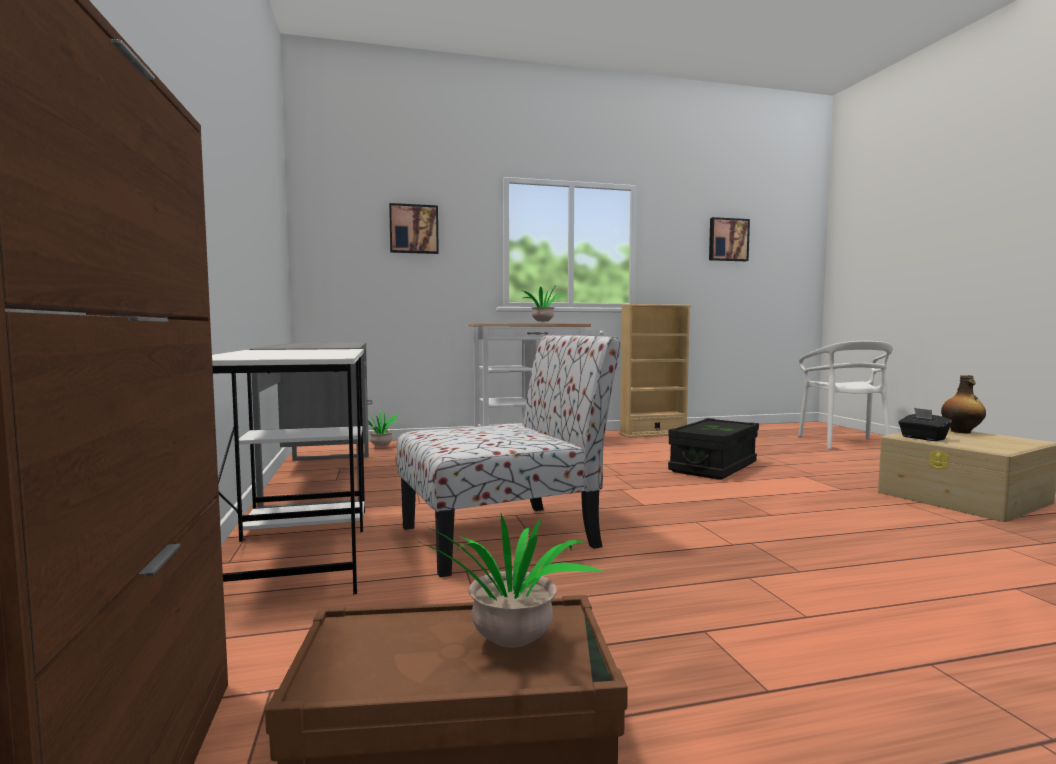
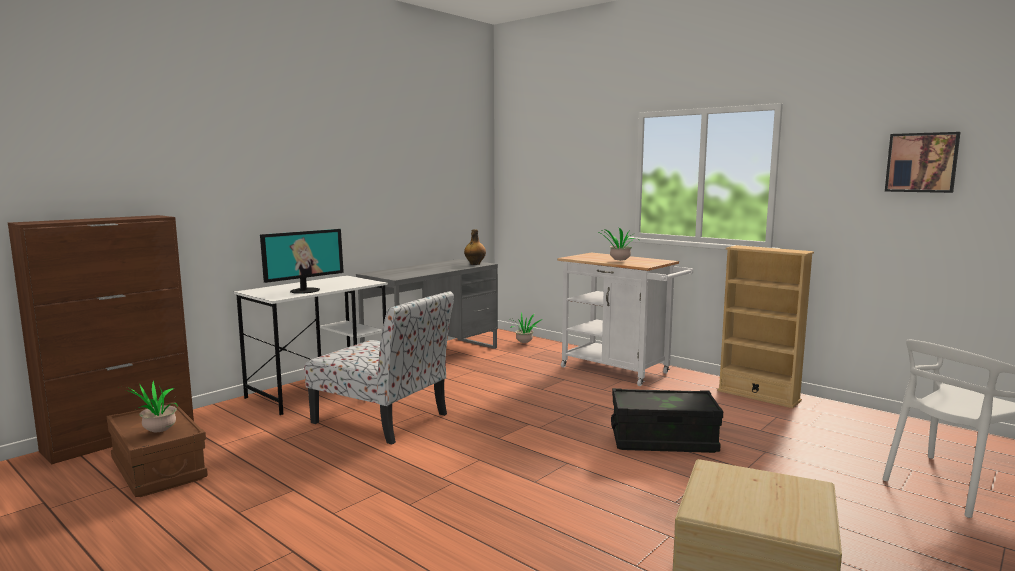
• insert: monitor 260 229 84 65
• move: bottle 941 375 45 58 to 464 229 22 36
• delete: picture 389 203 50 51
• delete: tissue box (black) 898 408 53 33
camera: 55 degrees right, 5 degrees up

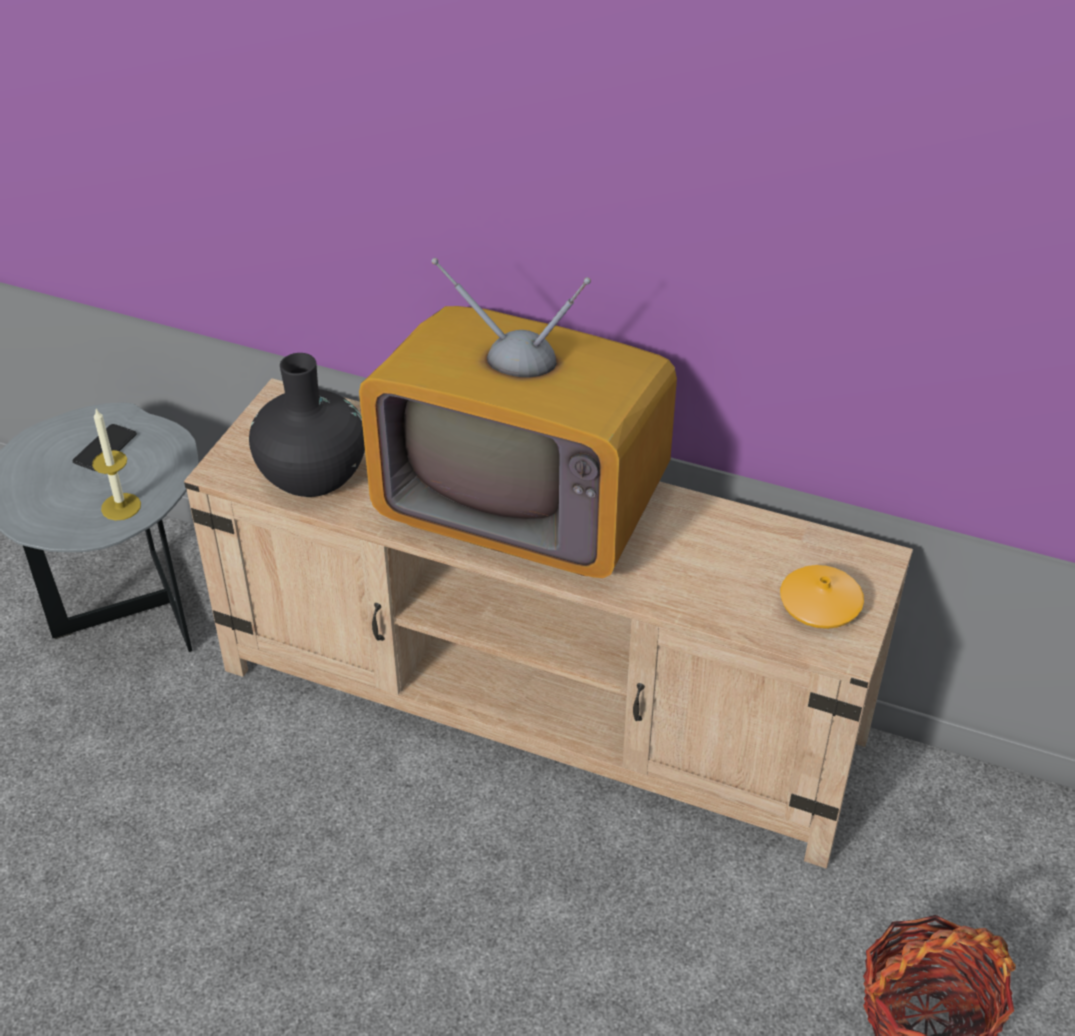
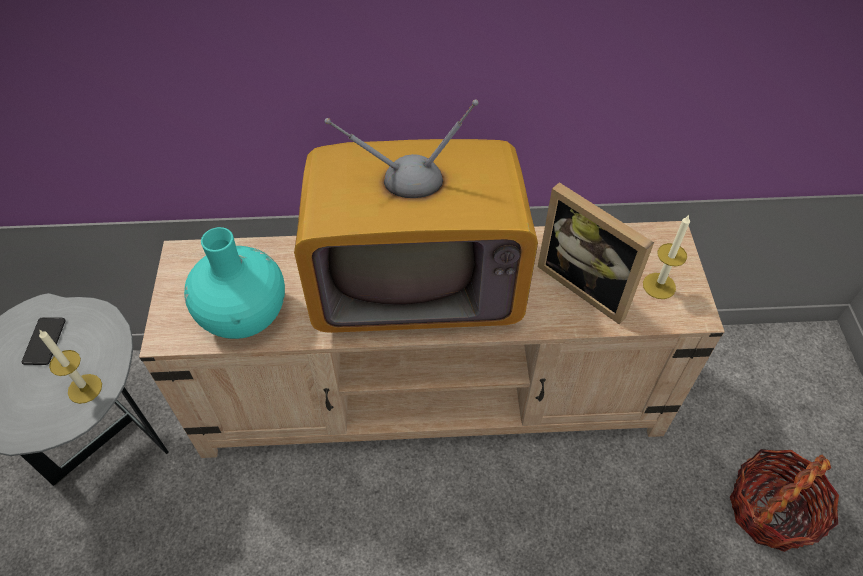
• recolor: vase (black) 249 353 116 144 to vase (turquoise) 184 227 101 112
• insert: picture frame 538 182 116 143
• replace: vase (orange) 780 565 84 64 to candle 643 215 47 84
camera: 25 degrees left, 10 degrees up

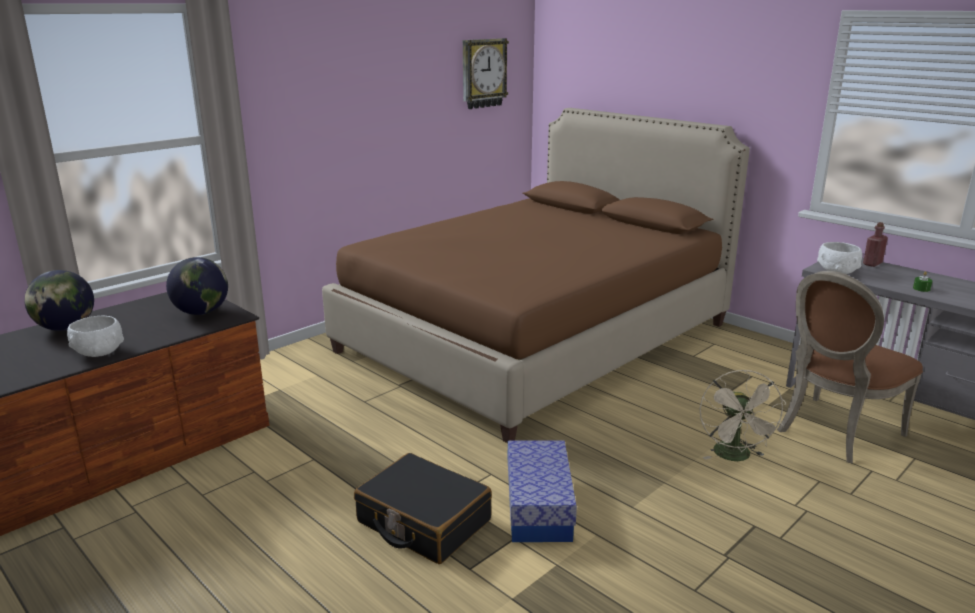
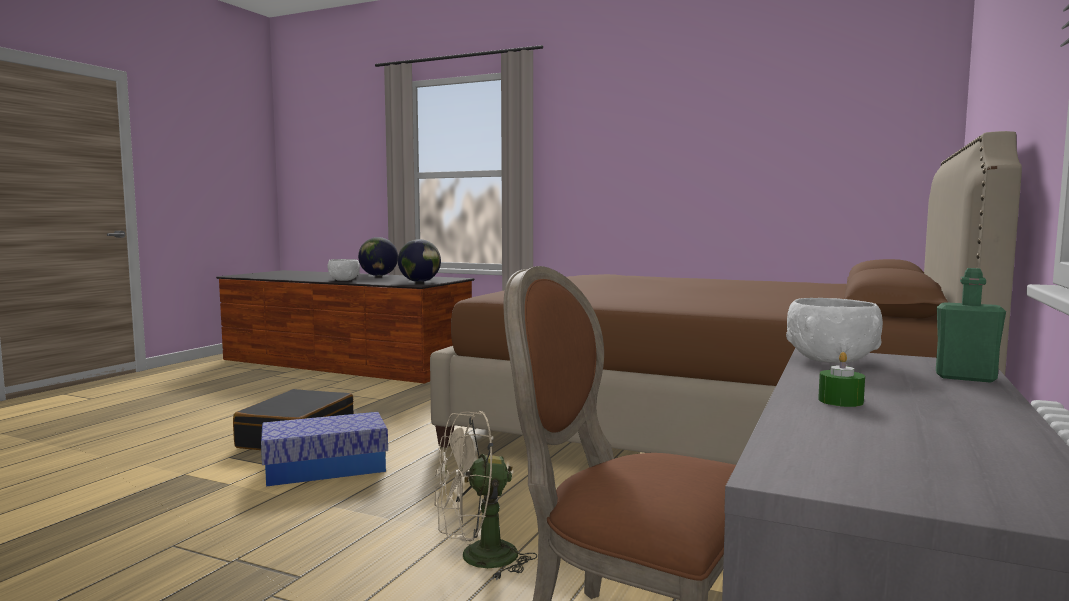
• recolor: bottle (red) 863 222 25 45 to bottle (green) 936 268 70 115
• delete: wall clock 463 38 46 71
camera: 70 degrees right, 15 degrees down

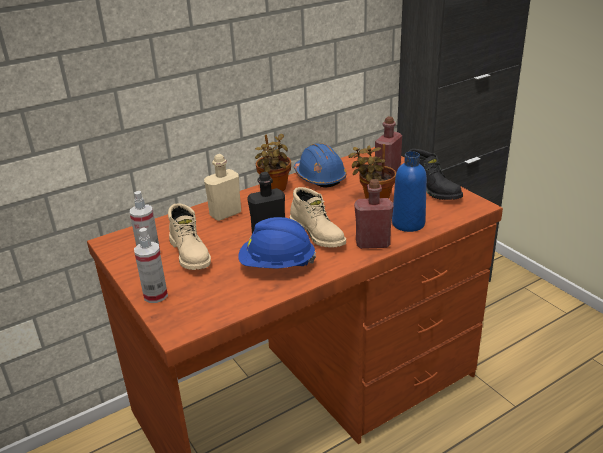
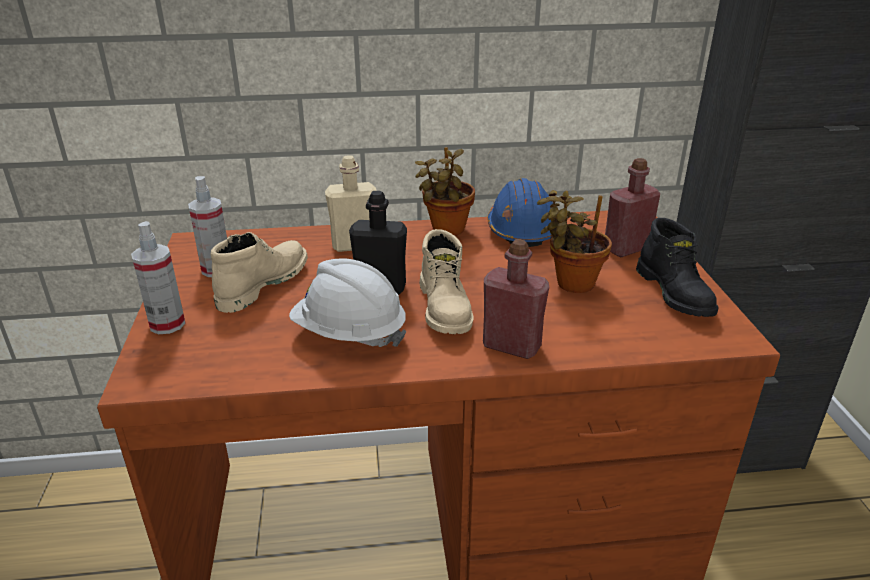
• rotate: boot (beige) 168 203 43 67 = 211 232 97 81 150 degrees counterclockwise
• recolor: hard hat (blue) 238 217 78 52 to hard hat (white) 289 259 118 88
• delete: bottle (blue) 392 151 35 81
camera: 25 degrees right, 0 degrees up

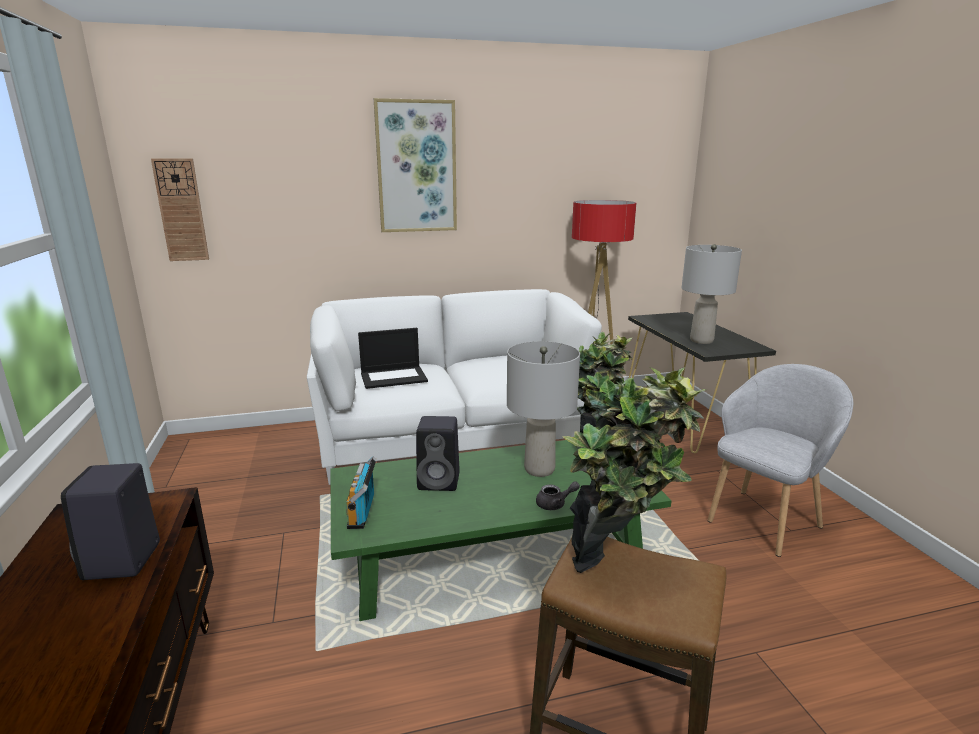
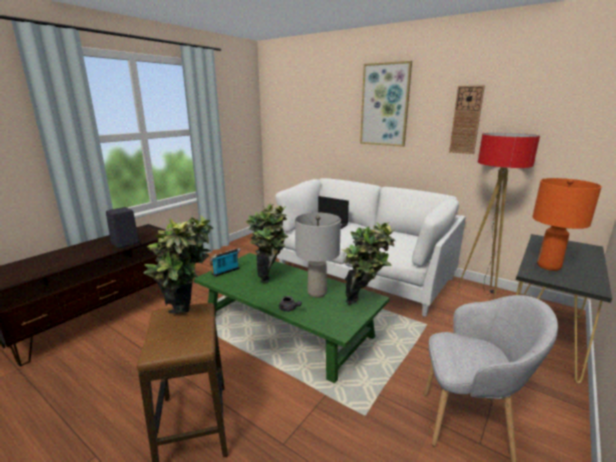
• replace: speaker (black) 416 416 44 75 to potted plant 246 204 42 79
• move: wall clock 151 158 58 103 to 449 85 36 69
• recolor: table lamp (grey) 682 244 60 100 to table lamp (orange) 532 178 70 93
camera: 50 degrees right, 0 degrees up

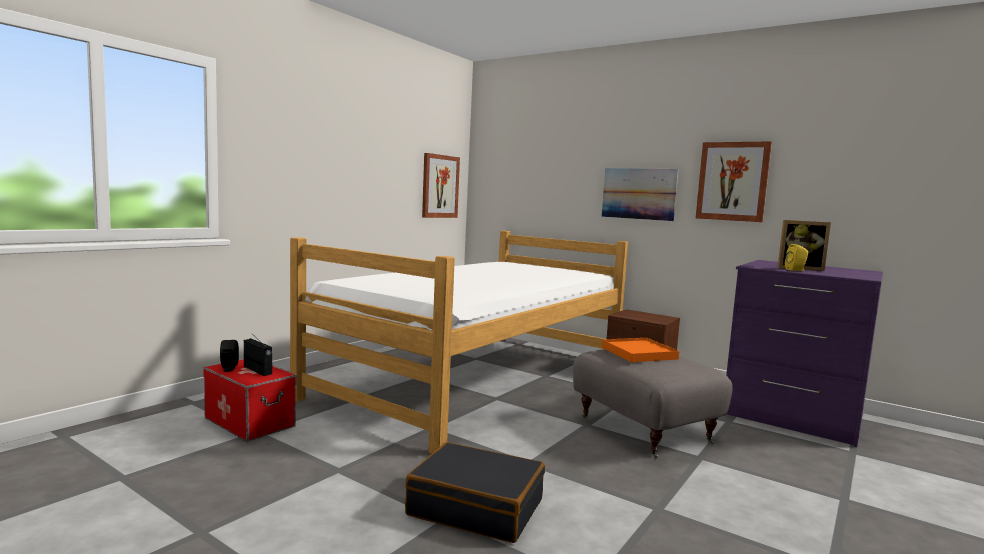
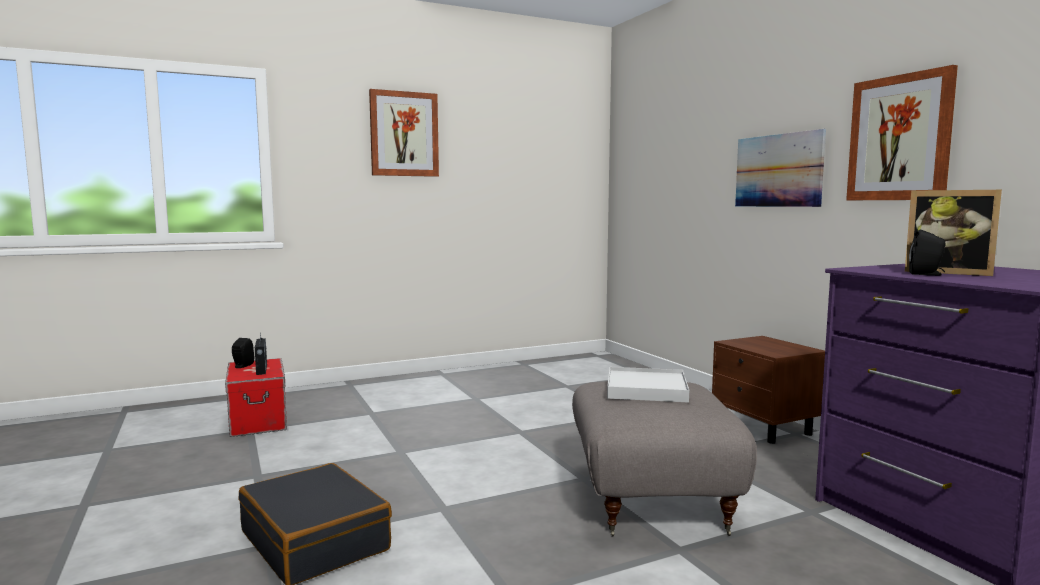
• move: picture 422 153 38 65 to 369 89 70 88
• recolor: tray (orange) 602 338 77 24 to tray (white) 607 367 82 36
• recolor: speaker (yellow) 785 244 23 27 to speaker (black) 909 229 37 46
• delete: bed 290 231 338 223
camera: 30 degrees right, 0 degrees up

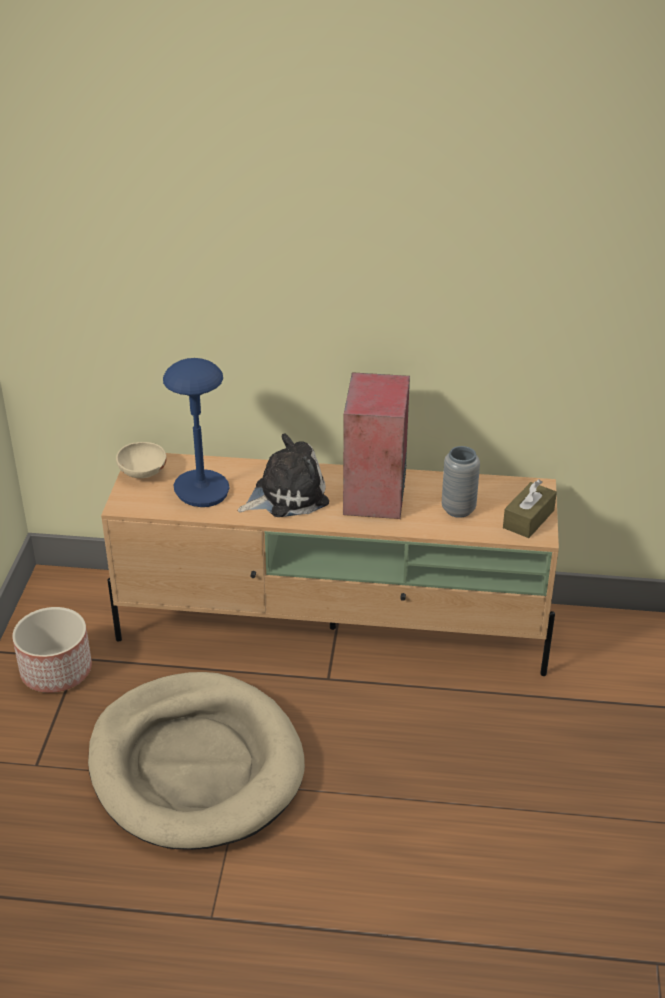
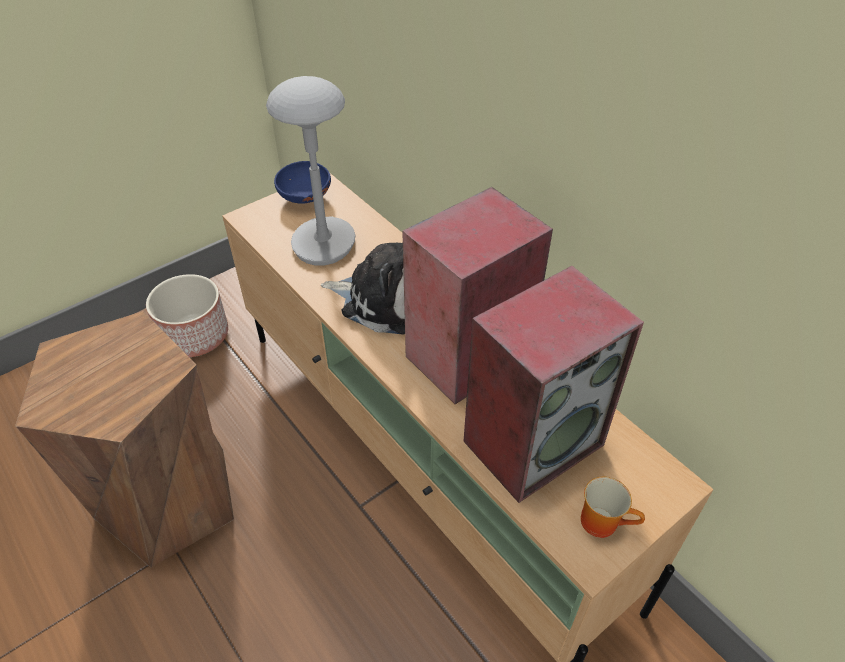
• replace: dog bed (beige) 88 672 217 178 to stool (brown) 15 311 219 257
• recolor: table lamp (blue) 163 358 66 149 to table lamp (grey) 266 76 90 190
• recolor: bowl (beige) 116 442 51 36 to bowl (blue) 274 161 57 43
• replace: vase (grey) 442 446 38 72 to speaker 463 266 181 237
• replace: tissue box (brown) 503 479 54 59 to mug 581 477 64 61
camera: 45 degrees right, 10 degrees up

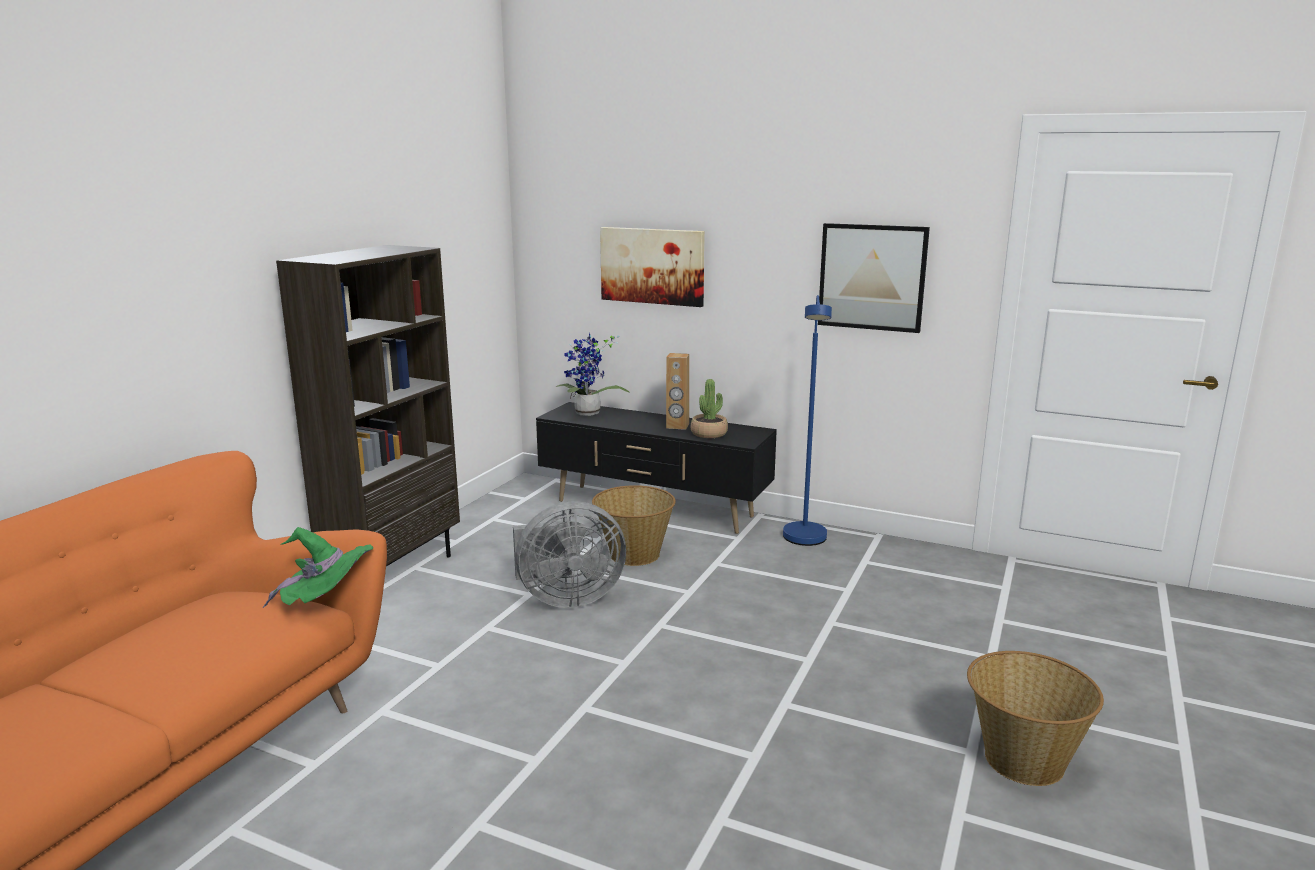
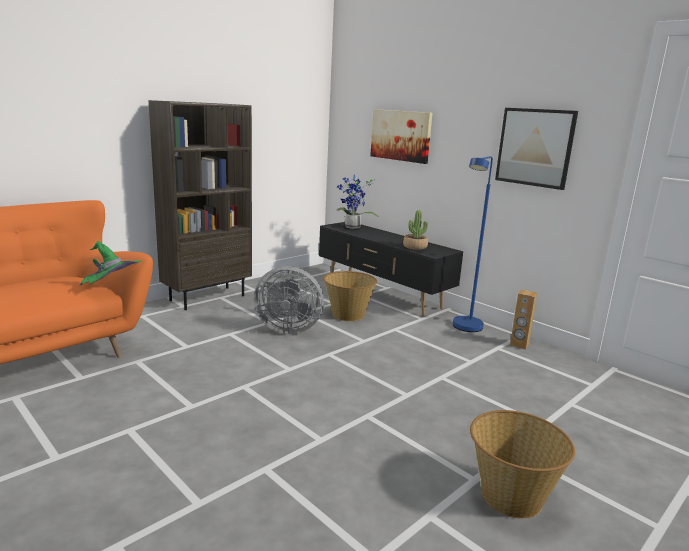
• move: speaker (brown) 666 353 23 77 to 510 290 27 60
camera: 20 degrees right, 0 degrees up

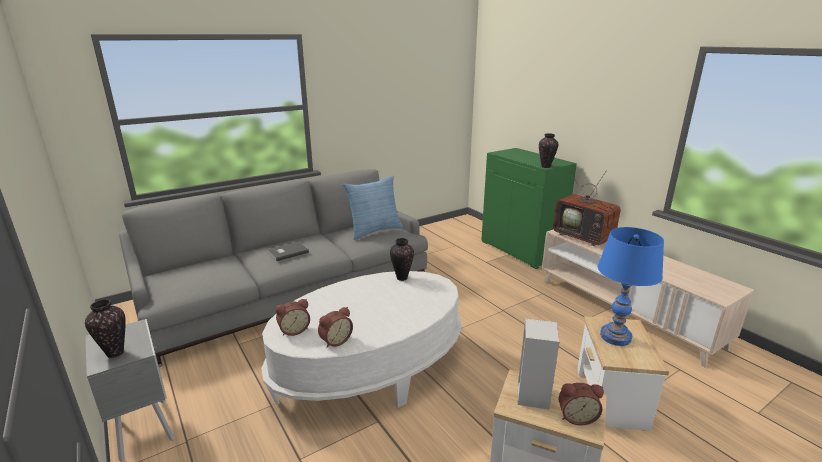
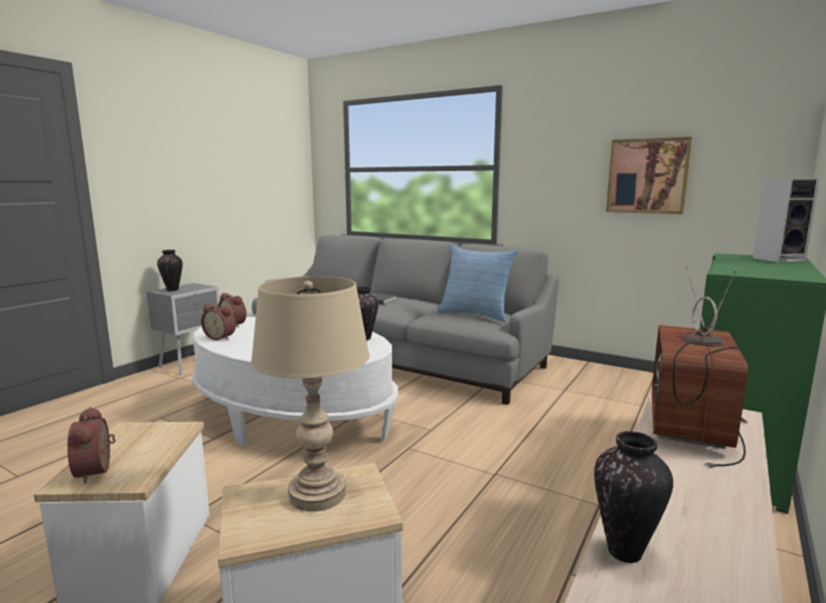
• recolor: table lamp (blue) 598 227 66 119 to table lamp (beige) 251 276 119 236
• move: vase 539 133 19 35 to 594 431 79 132
• insert: picture 606 137 86 77
• move: speaker 518 318 41 92 to 753 178 67 84
camera: 65 degrees right, 10 degrees down

